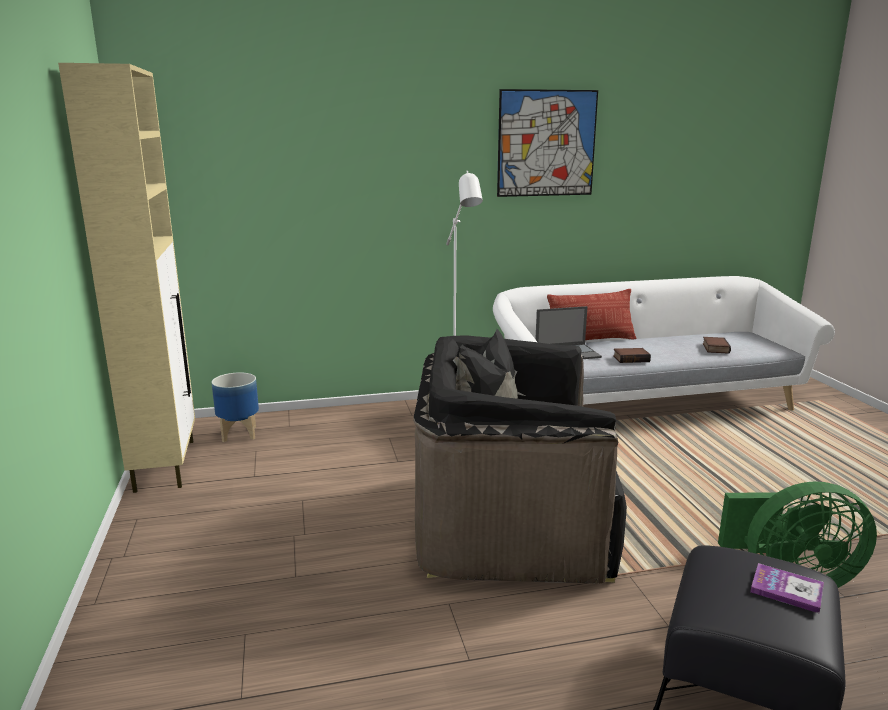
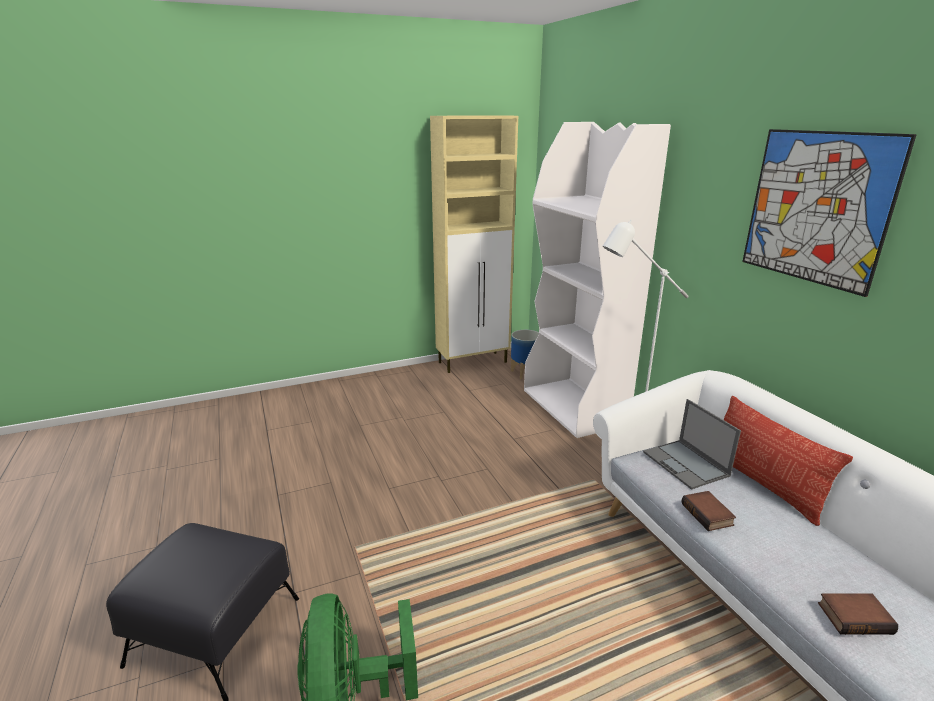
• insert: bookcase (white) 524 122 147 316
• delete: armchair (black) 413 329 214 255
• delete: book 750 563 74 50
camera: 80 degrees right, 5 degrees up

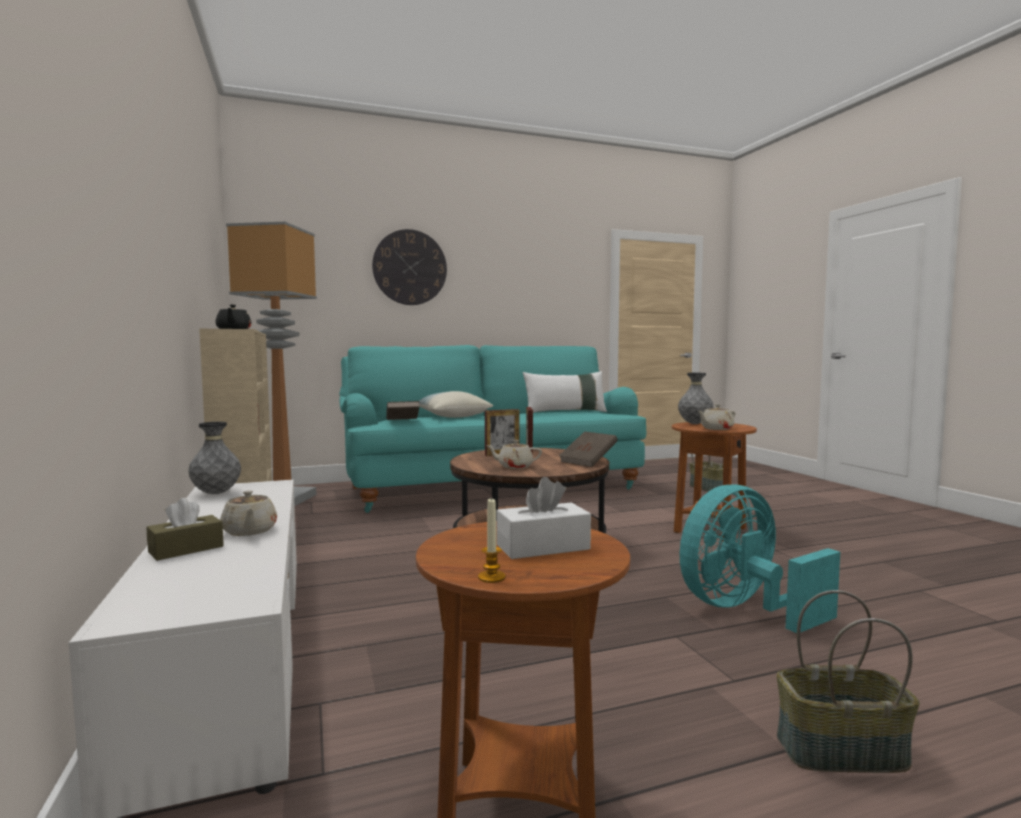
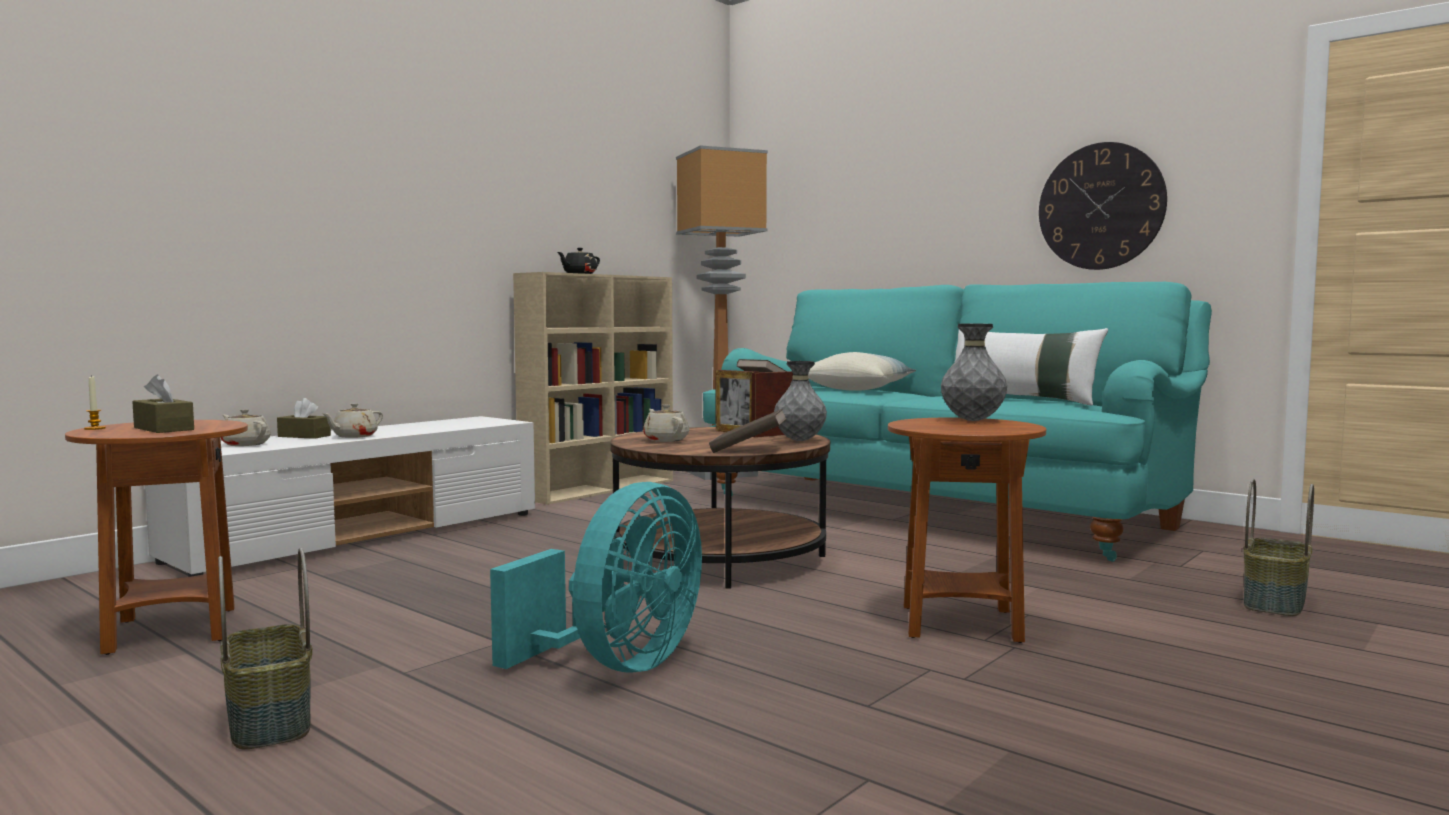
• recolor: tissue box (white) 497 477 94 82 to tissue box (brown) 132 374 62 59
• move: teapot (beige) 698 404 37 26 to 221 409 50 37
• rotate: fan (turquoise) 680 484 160 149 = 490 482 212 191 90 degrees clockwise
• move: vase (grey) 188 422 53 72 to 774 361 53 80
• move: wall clock 372 229 75 76 to 1039 142 128 128
camera: 60 degrees right, 0 degrees up

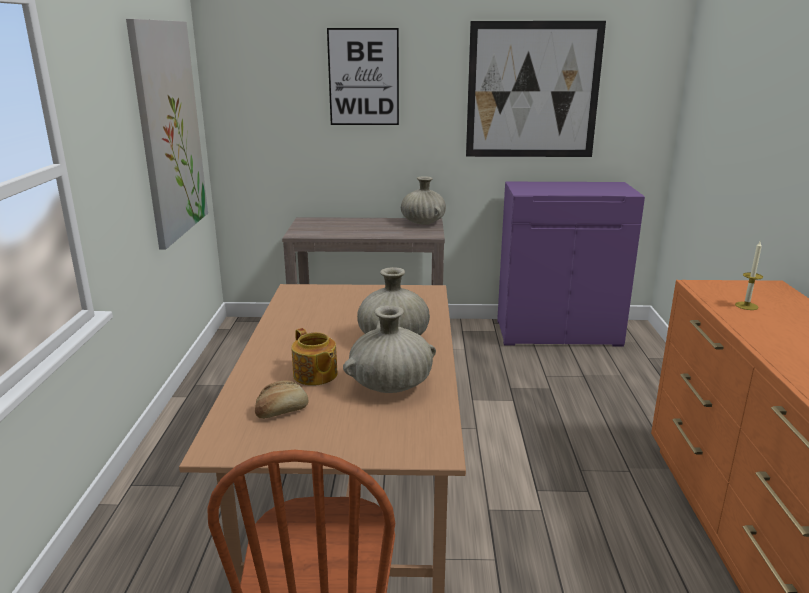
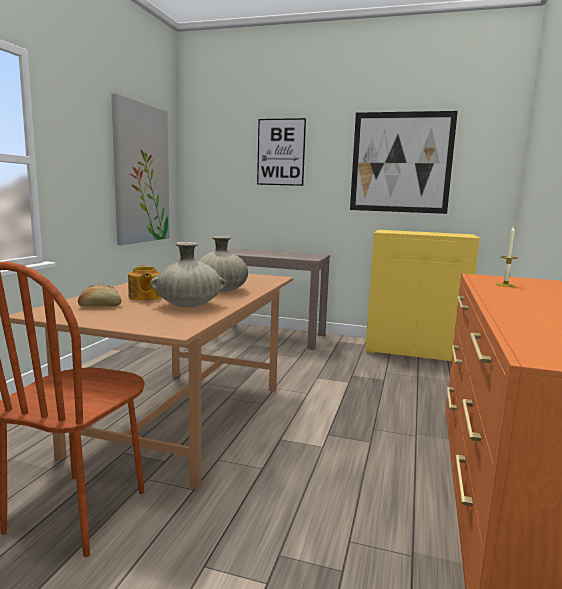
• recolor: cabinet (purple) 497 182 148 165 to cabinet (yellow) 365 230 115 131
• delete: vase (beige) 401 176 45 49
camera: 15 degrees right, 10 degrees down

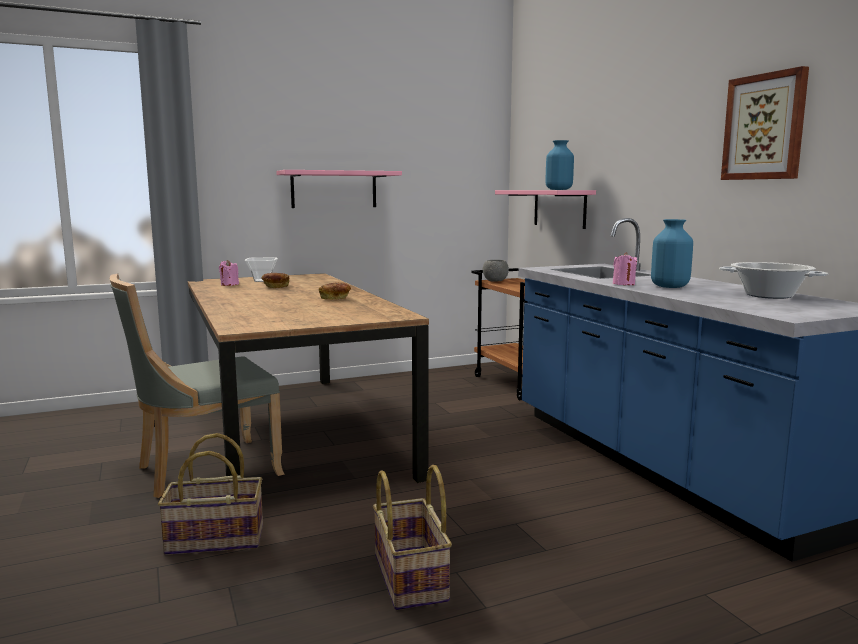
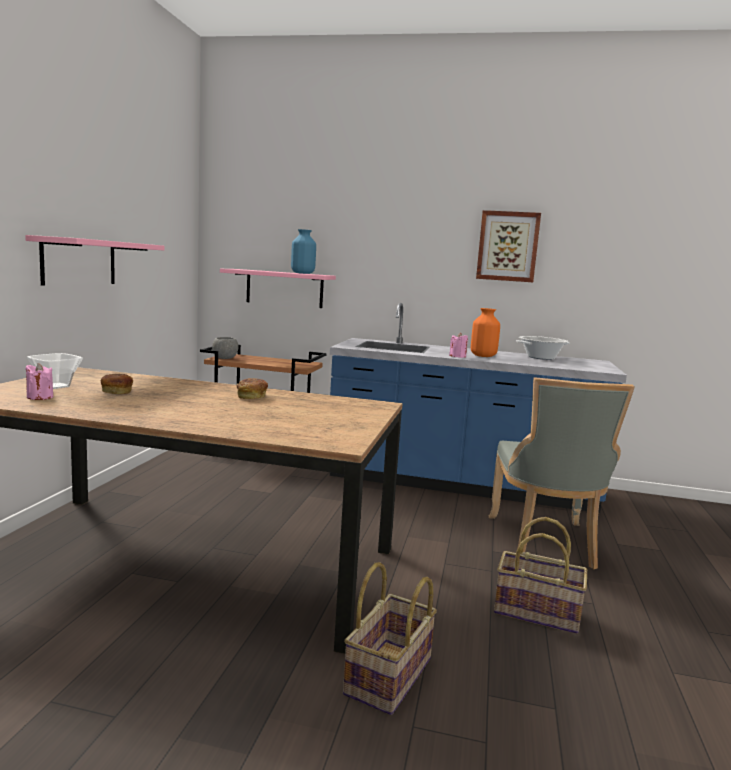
• recolor: vase (blue) 651 219 42 69 to vase (orange) 471 308 29 49
• move: chair (grey) 110 274 175 224 to 489 377 145 192
camera: 55 degrees left, 0 degrees up

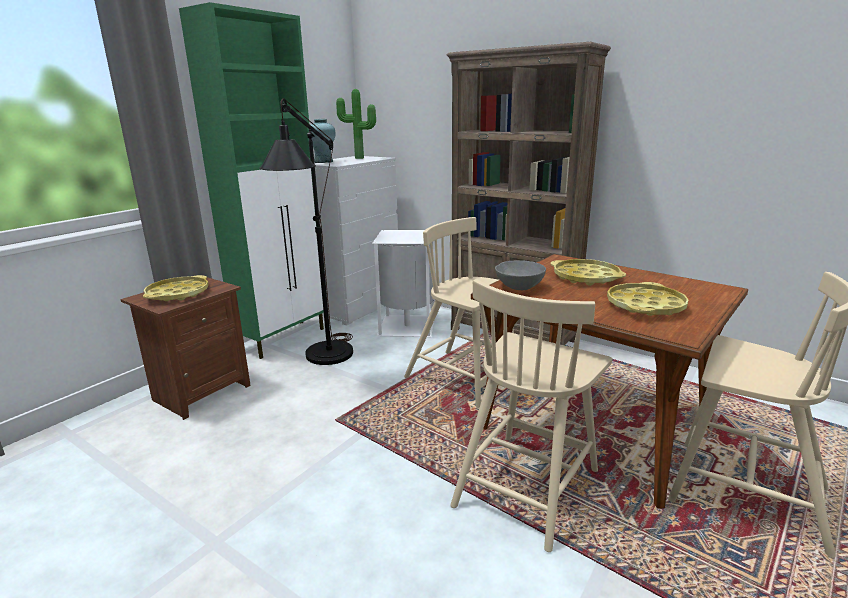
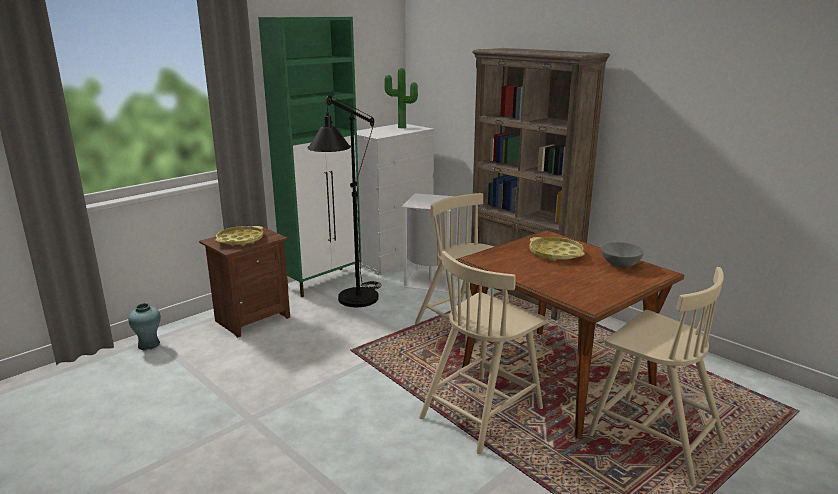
• move: vase (turquoise) 311 119 25 44 to 128 303 33 47
• move: bowl (grey) 495 260 51 30 to 601 242 43 26
• delete: tray (yellow) 607 282 82 34
camera: 10 degrees right, 0 degrees up

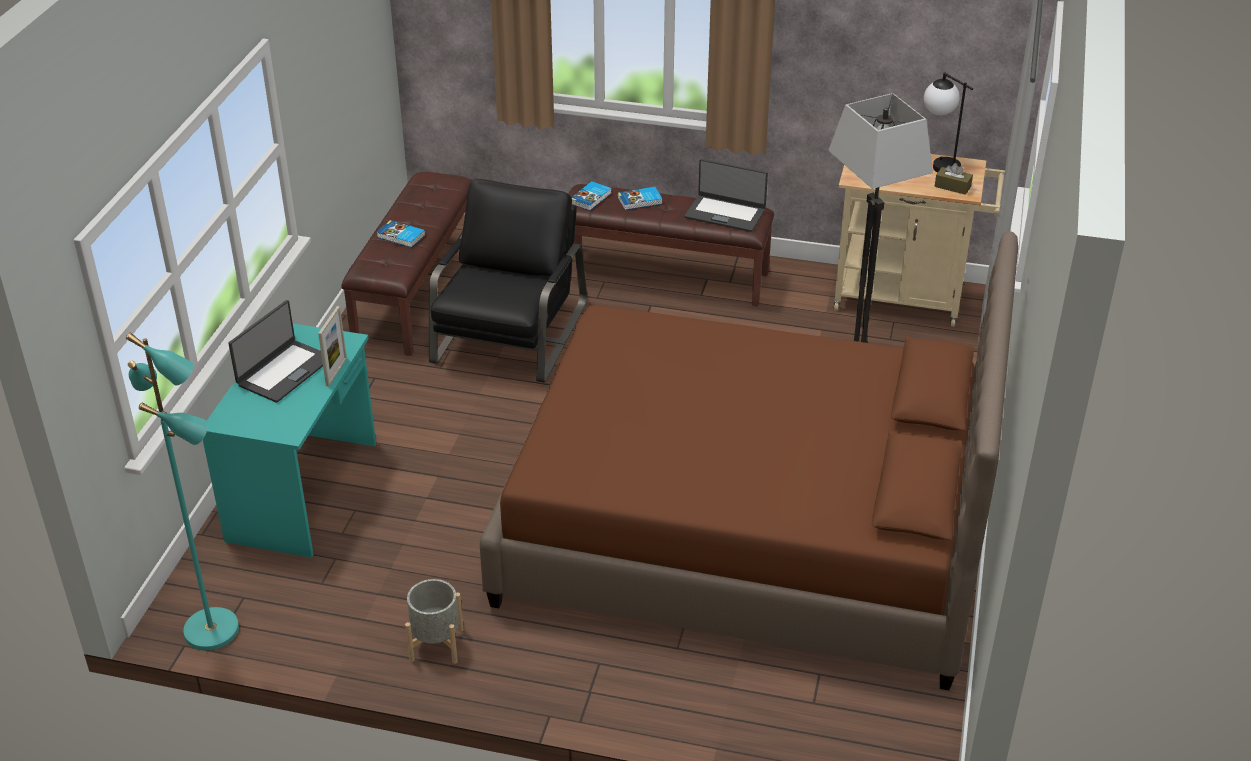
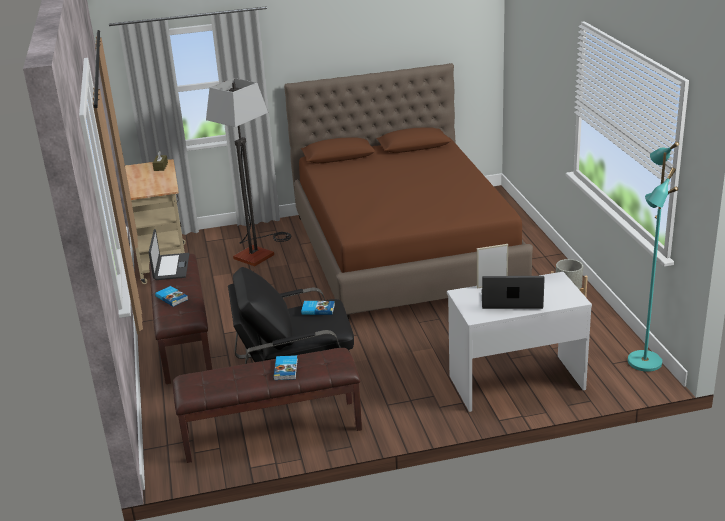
• move: book 572 181 39 30 to 301 301 34 14
• recolor: desk (turquoise) 203 324 173 234 to desk (white) 447 272 145 140
• delete: table lamp 924 72 49 101
camera: 115 degrees left, 10 degrees down

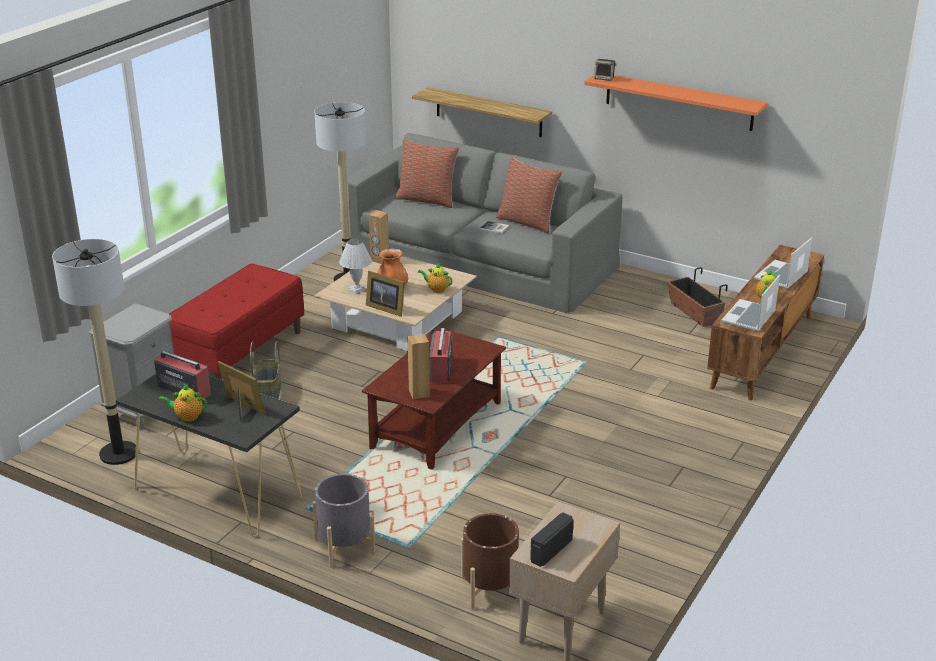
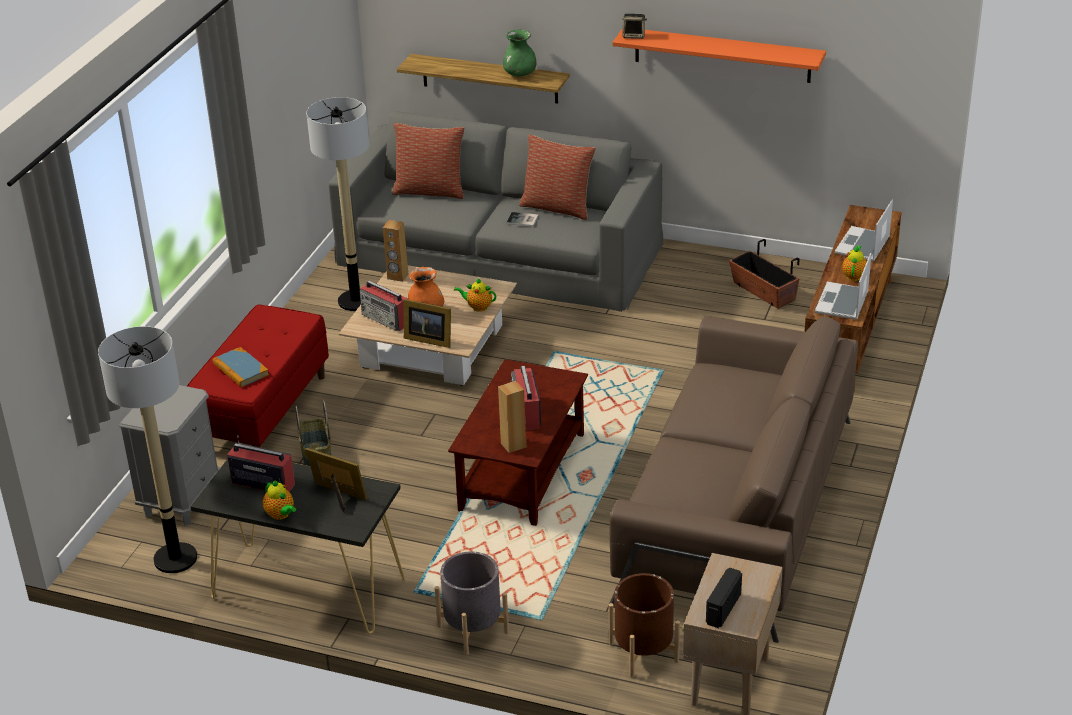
• insert: book 213 347 56 40
• rotate: teapot 159 384 48 38 = 263 480 33 40 120 degrees counterclockwise
• replace: table lamp (white) 339 239 33 55 to radio 360 281 48 50
• insert: vase (green) 503 29 33 48
• insert: sofa (brown) 610 316 248 327
camera: 10 degrees left, 5 degrees up

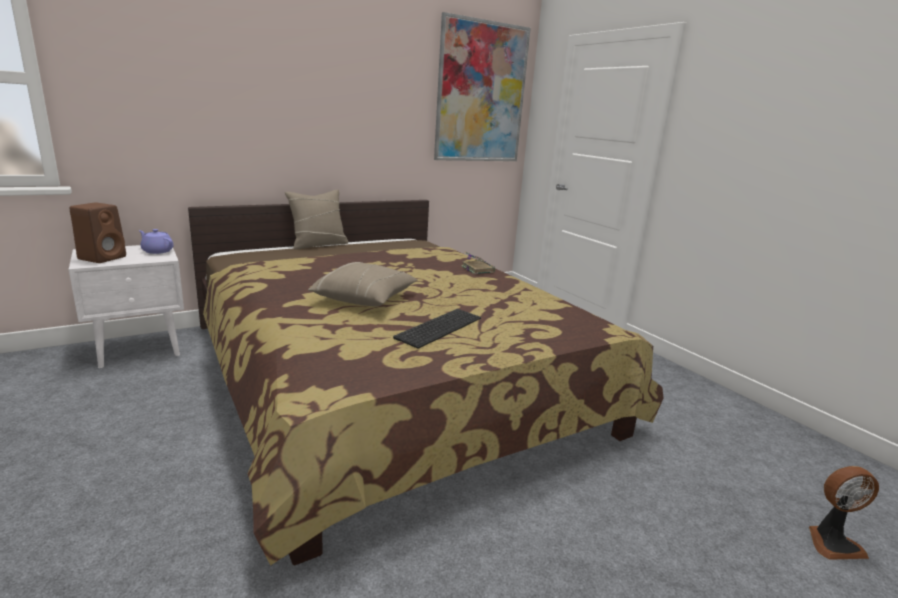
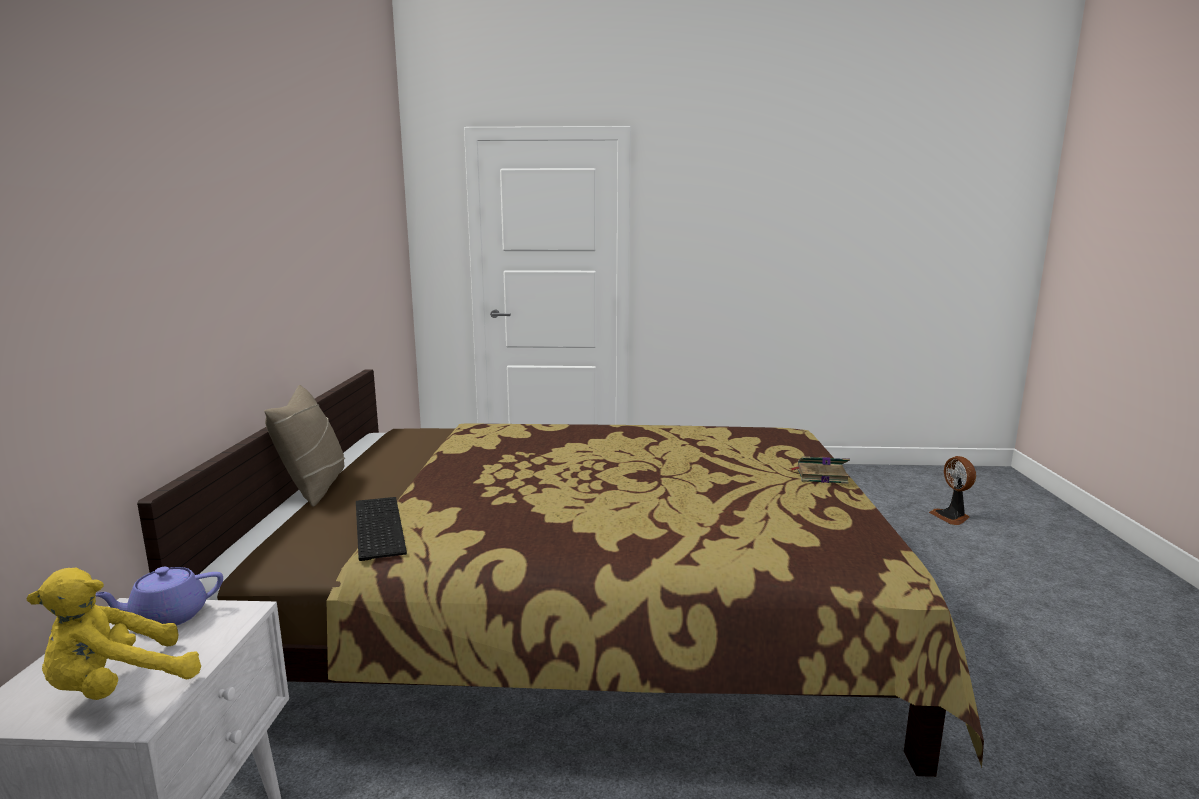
• replace: speaker (brown) 70 202 56 61 to plush toy (yellow) 27 568 174 132
• move: keyboard 393 309 88 40 to 356 497 51 64
• move: book 461 251 34 23 to 790 456 60 28
• rotate: fan 809 466 70 94 = 929 456 47 69 135 degrees clockwise
• delete: pillow (beige) 308 262 110 45
• delete: picture 434 12 97 149
camera: 55 degrees left, 5 degrees down

